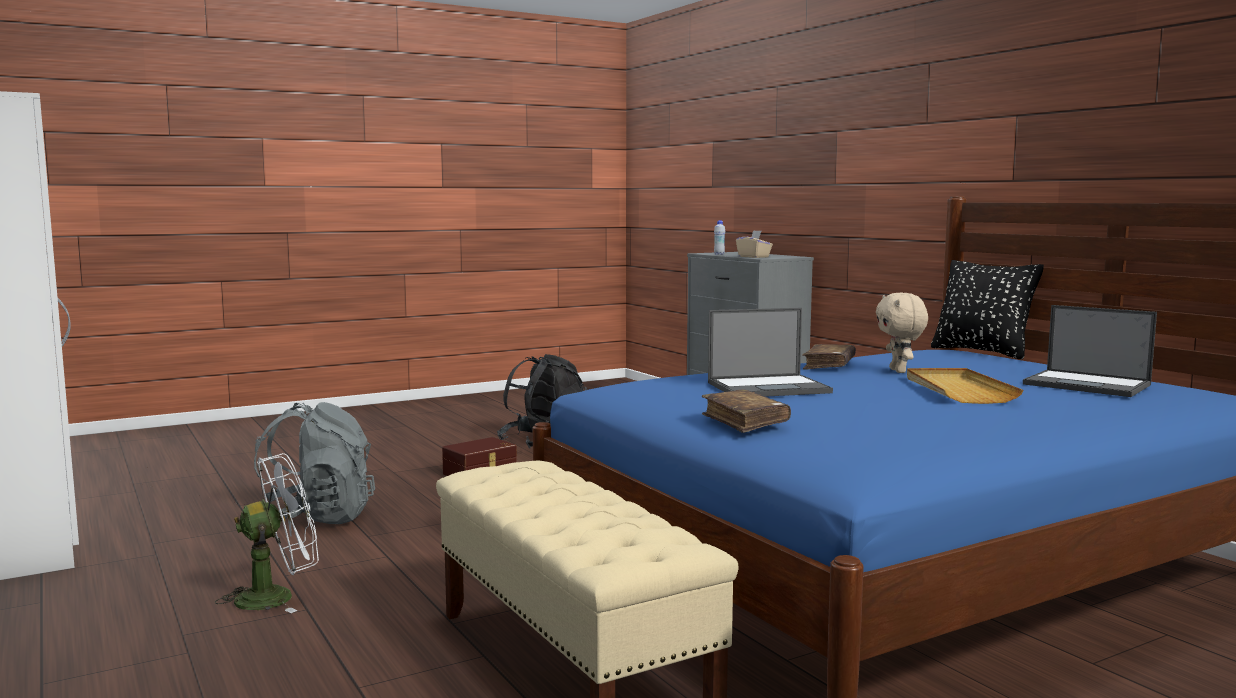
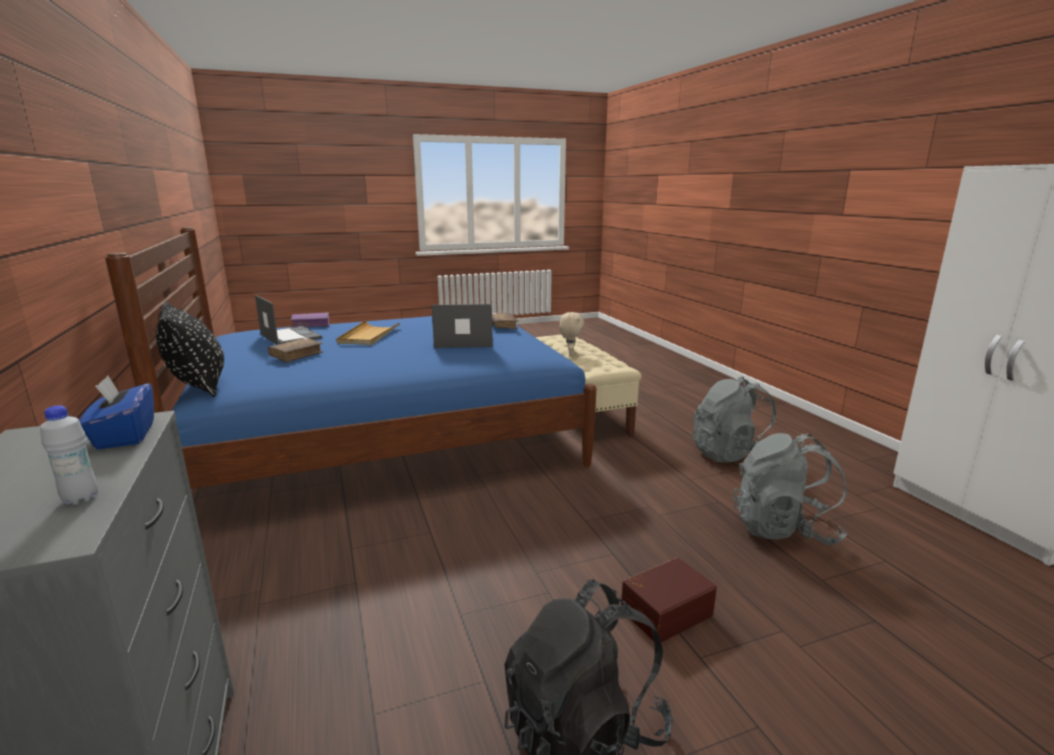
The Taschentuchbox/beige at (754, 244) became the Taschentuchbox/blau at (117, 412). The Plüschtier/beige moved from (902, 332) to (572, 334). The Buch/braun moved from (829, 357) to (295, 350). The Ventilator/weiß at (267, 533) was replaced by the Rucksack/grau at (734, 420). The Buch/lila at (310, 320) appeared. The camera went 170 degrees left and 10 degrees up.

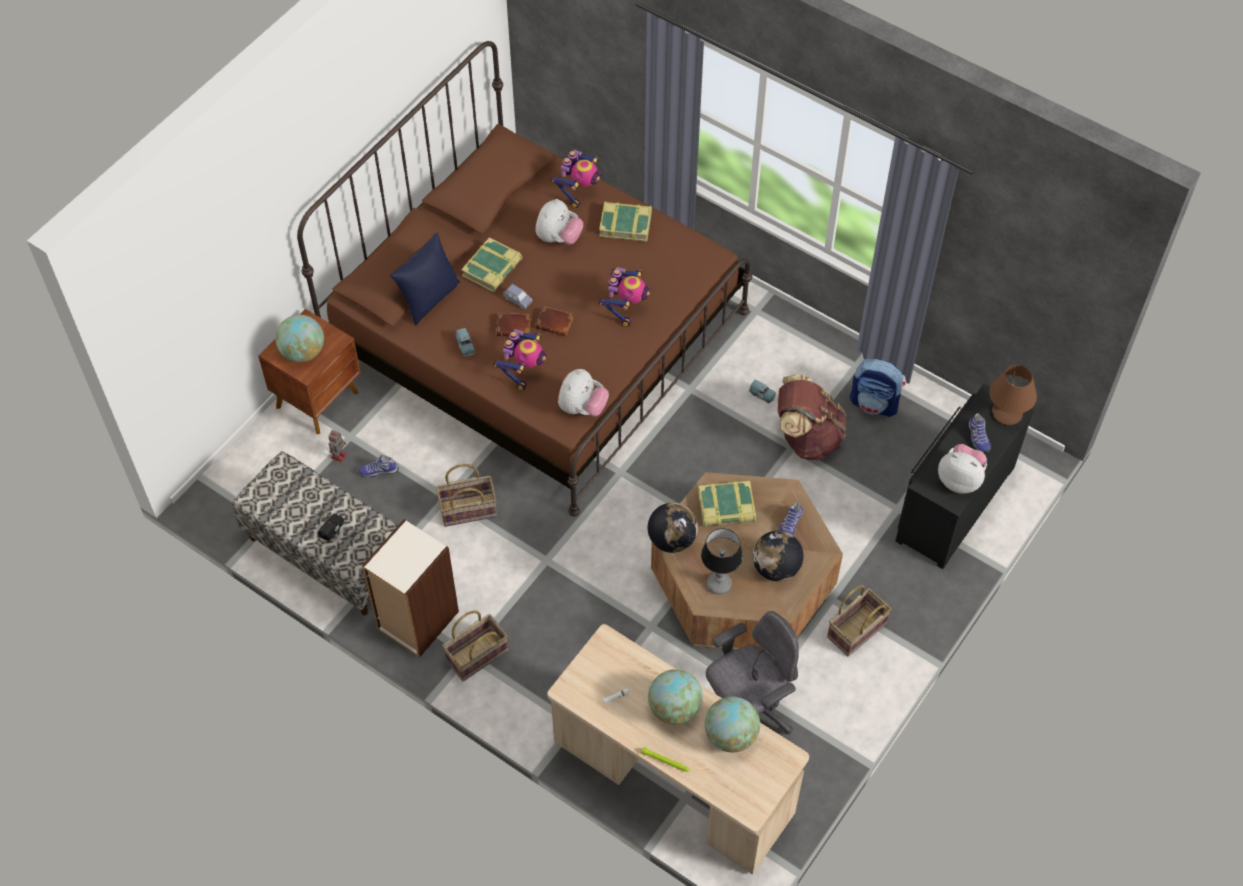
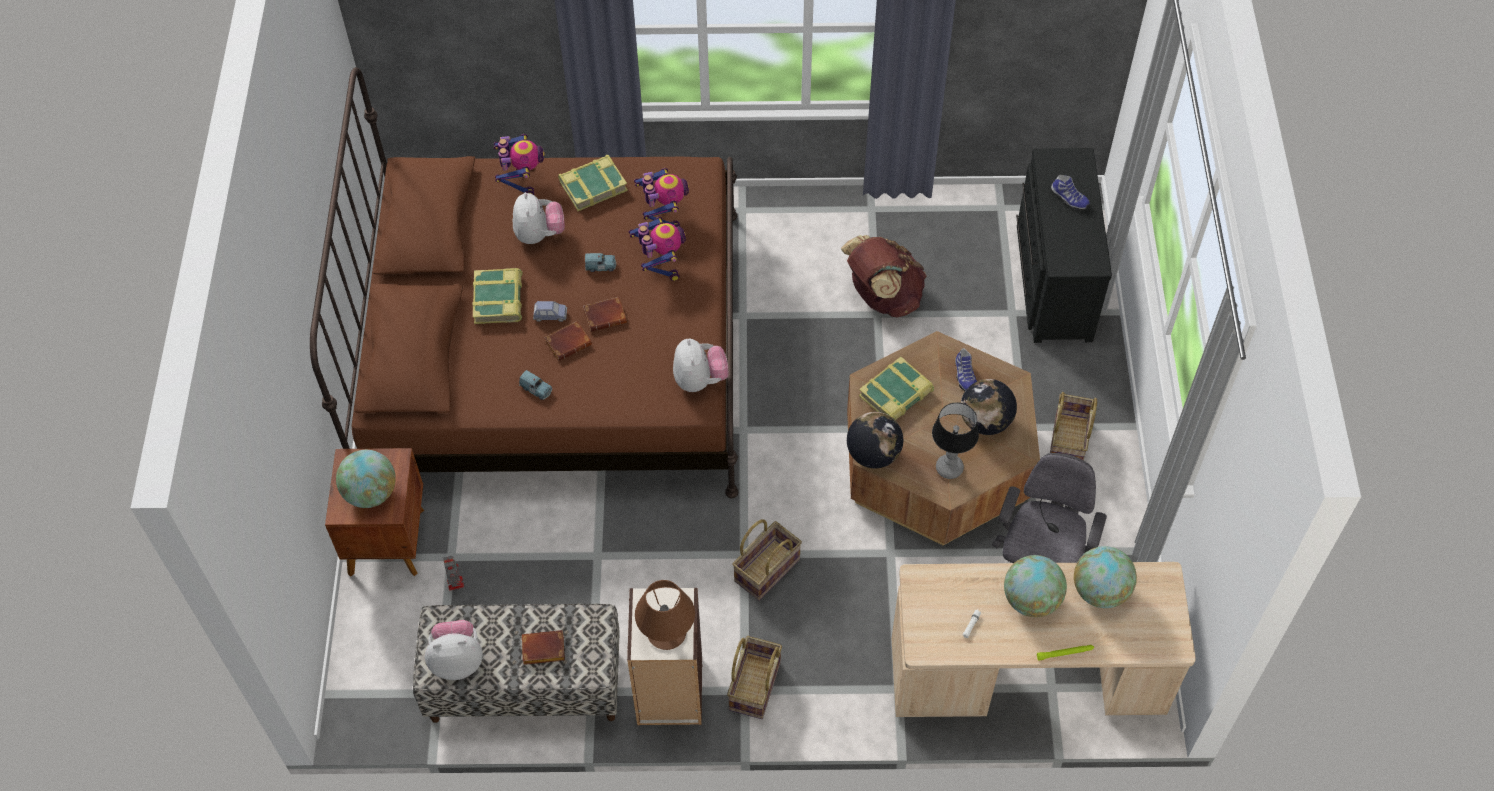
The Kissen/blau at (425, 279) disappeared. The Spielzeugroboter moved from (519, 359) to (661, 197). The Rucksack at (877, 387) disappeared. The Tischlampe/braun moved from (1013, 395) to (665, 615). The Spielzeugauto/blau moved from (762, 391) to (600, 262). The Plüschtier moved from (962, 468) to (454, 650). The Schuh at (379, 466) disappeared. The Korb moved from (466, 495) to (767, 560). The Spielzeugauto/schwarz at (331, 527) was replaced by the Buch/braun at (543, 647). The camera went 35 degrees left and 0 degrees up.

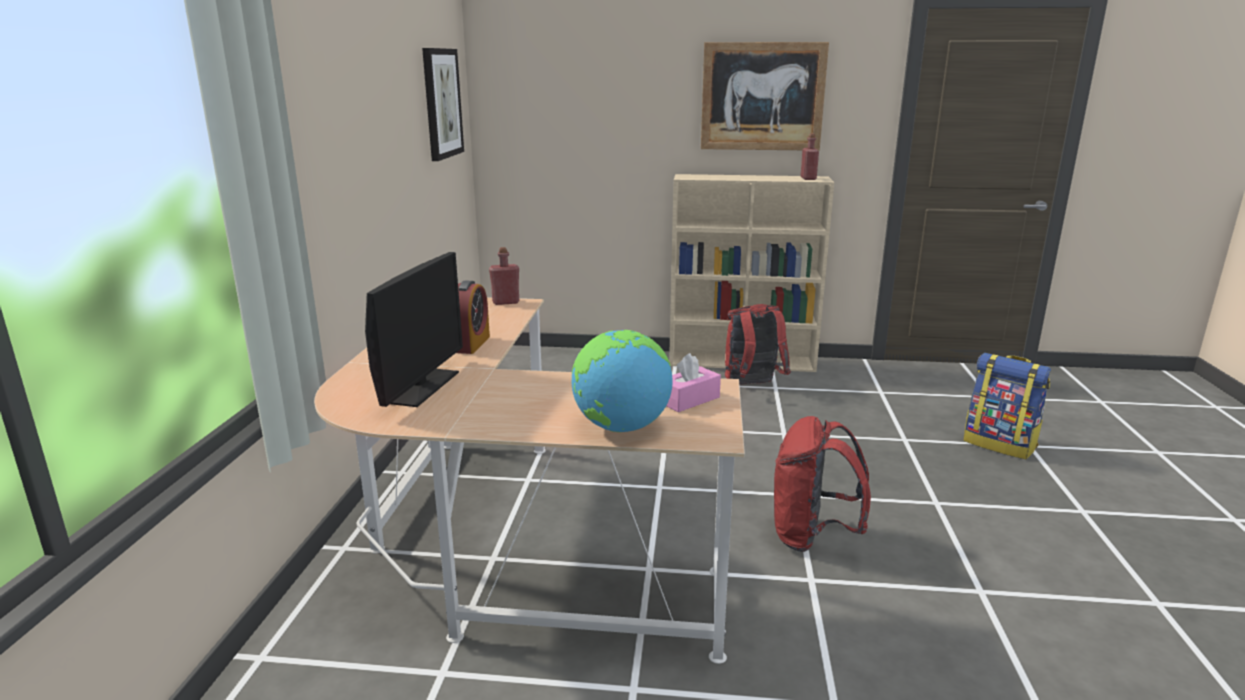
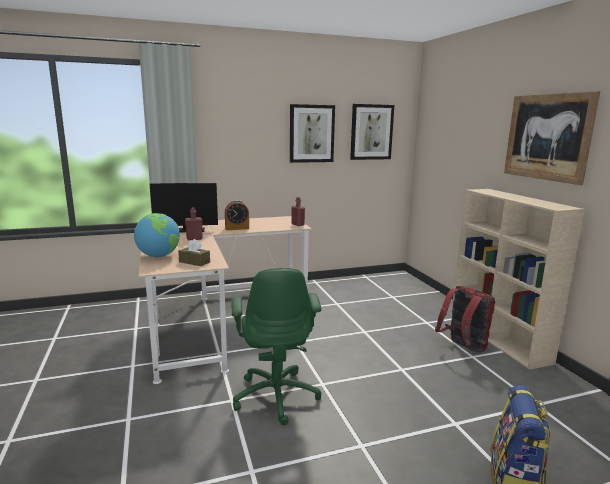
The Flasche/rot moved from (809, 157) to (194, 224). The Taschentuchbox/rosa at (693, 382) became the Taschentuchbox/braun at (194, 252). The Rucksack/rot at (822, 484) was replaced by the Bürostuhl/grün at (277, 346). The Bild at (312, 133) appeared. The camera went 65 degrees right and 5 degrees down.

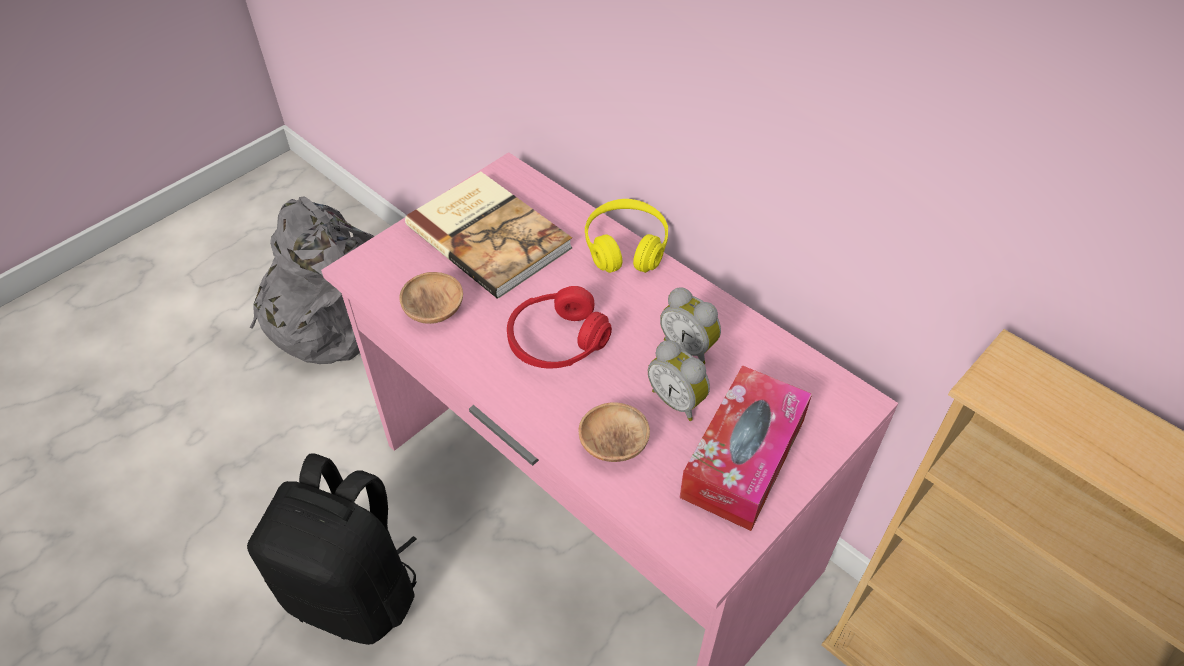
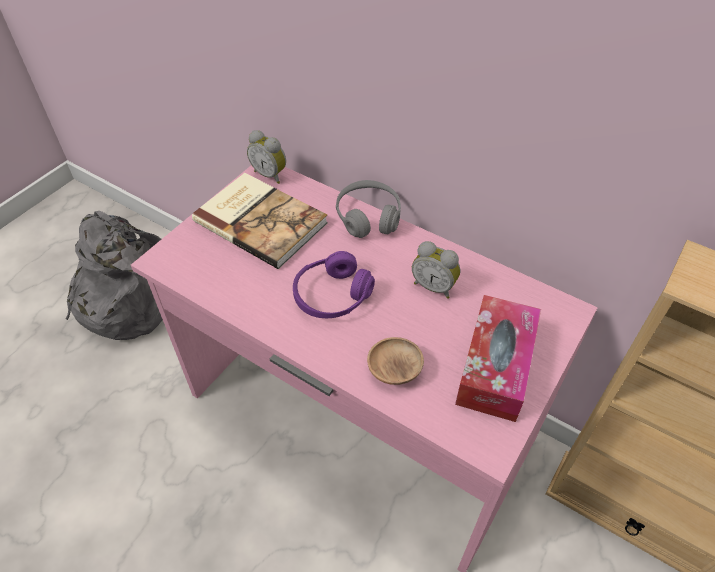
The Kopfhörer/gelb at (626, 236) became the Kopfhörer/grau at (368, 209). The Schüssel/braun at (431, 298) disappeared. The Kopfhörer/rot at (559, 327) became the Kopfhörer/lila at (334, 284). The Wecker moved from (679, 380) to (266, 157). The Rucksack/schwarz at (332, 549) disappeared. The camera went 10 degrees left and 0 degrees up.

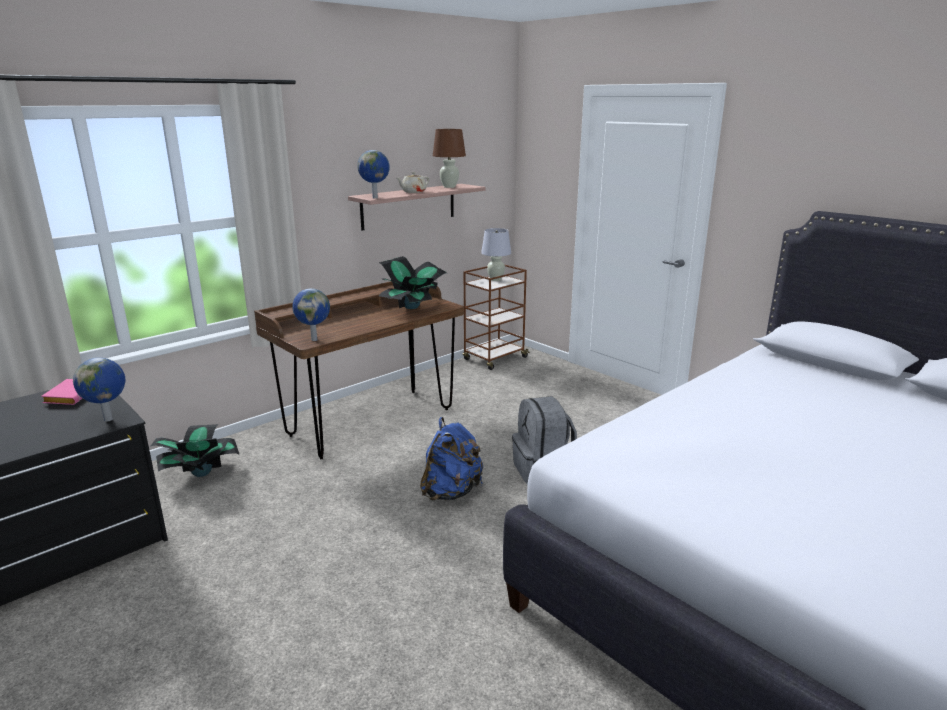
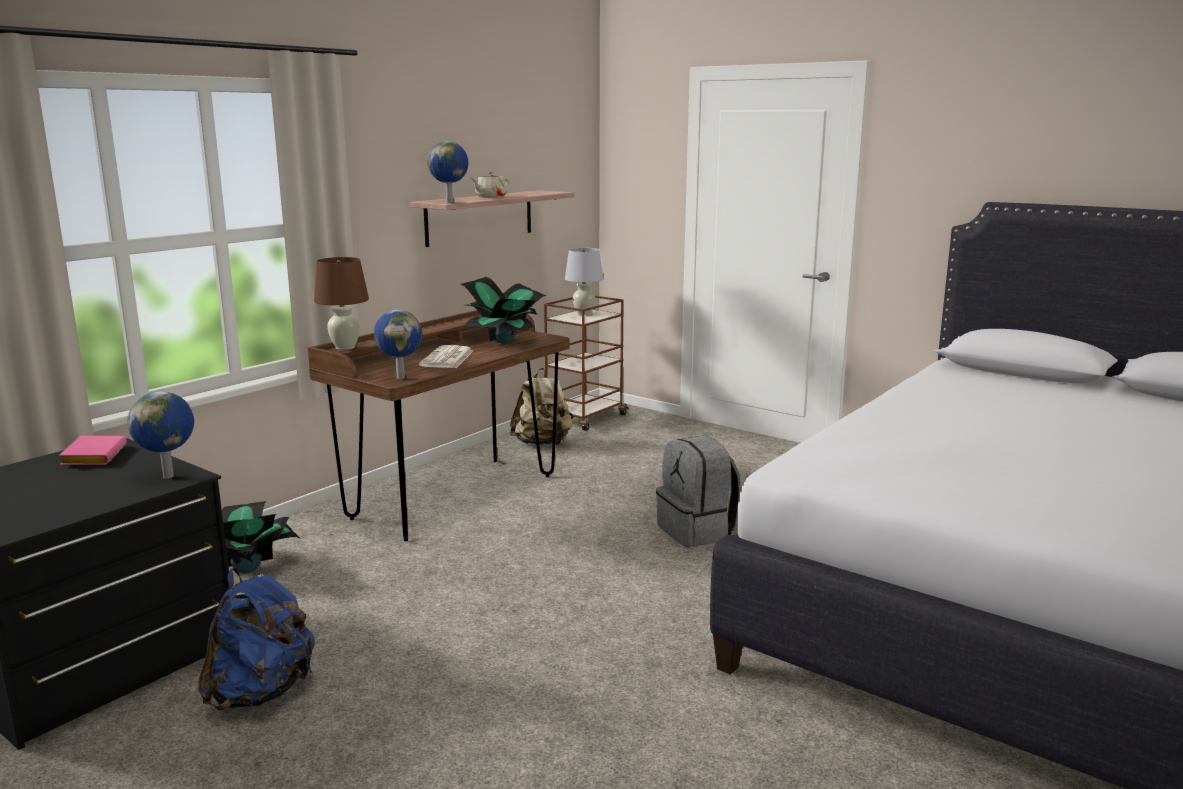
The Tischlampe/braun moved from (449, 158) to (341, 303). The Rucksack/blau moved from (451, 458) to (256, 638). The Zeitung at (446, 356) appeared. The Rucksack/beige at (541, 406) appeared. The camera went 10 degrees left and 5 degrees down.

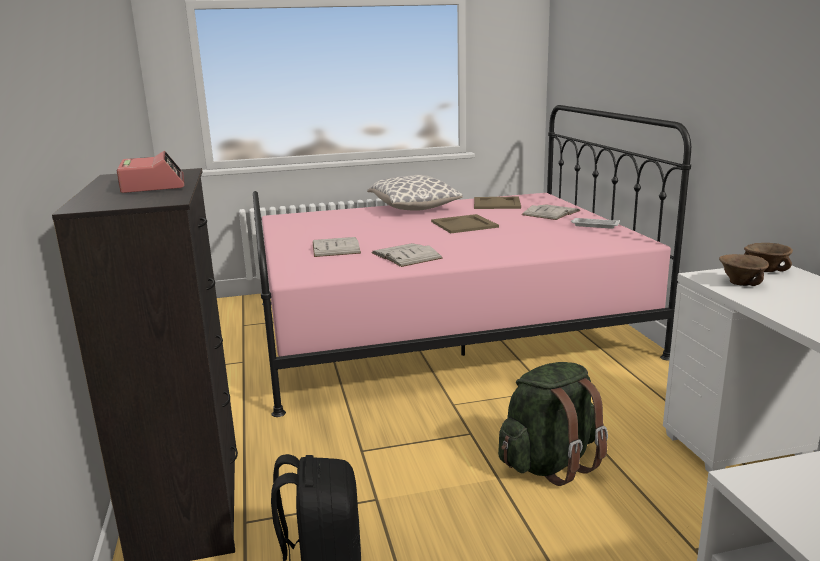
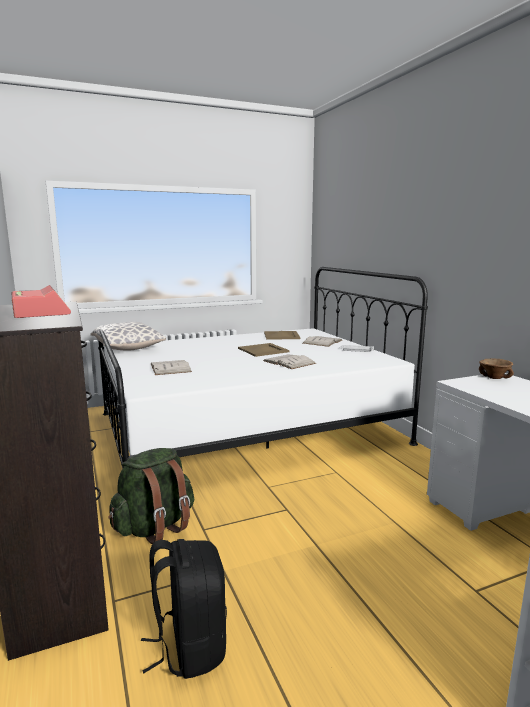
The Bett/rosa at (472, 261) became the Bett/weiß at (263, 368). The Kissen moved from (414, 193) to (128, 336). The Buch/weiß moved from (407, 255) to (289, 361). The Schüssel/braun at (744, 270) disappeared. The Rucksack/grün moved from (553, 424) to (151, 496). The camera went 10 degrees left and 5 degrees down.

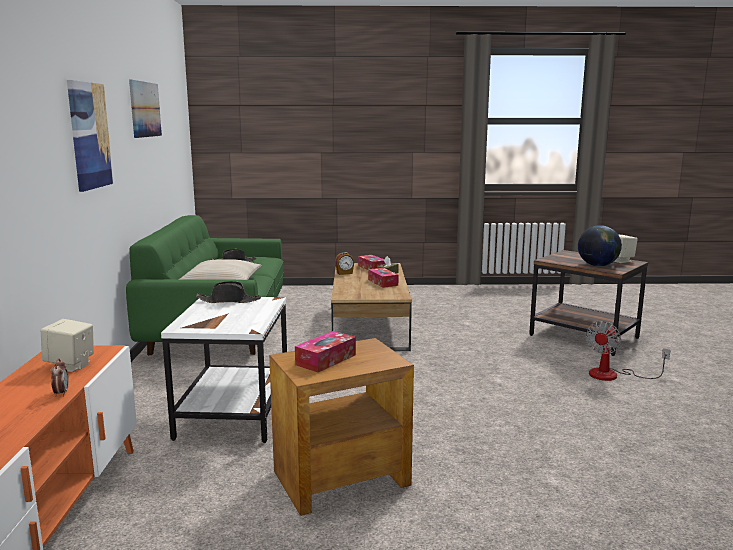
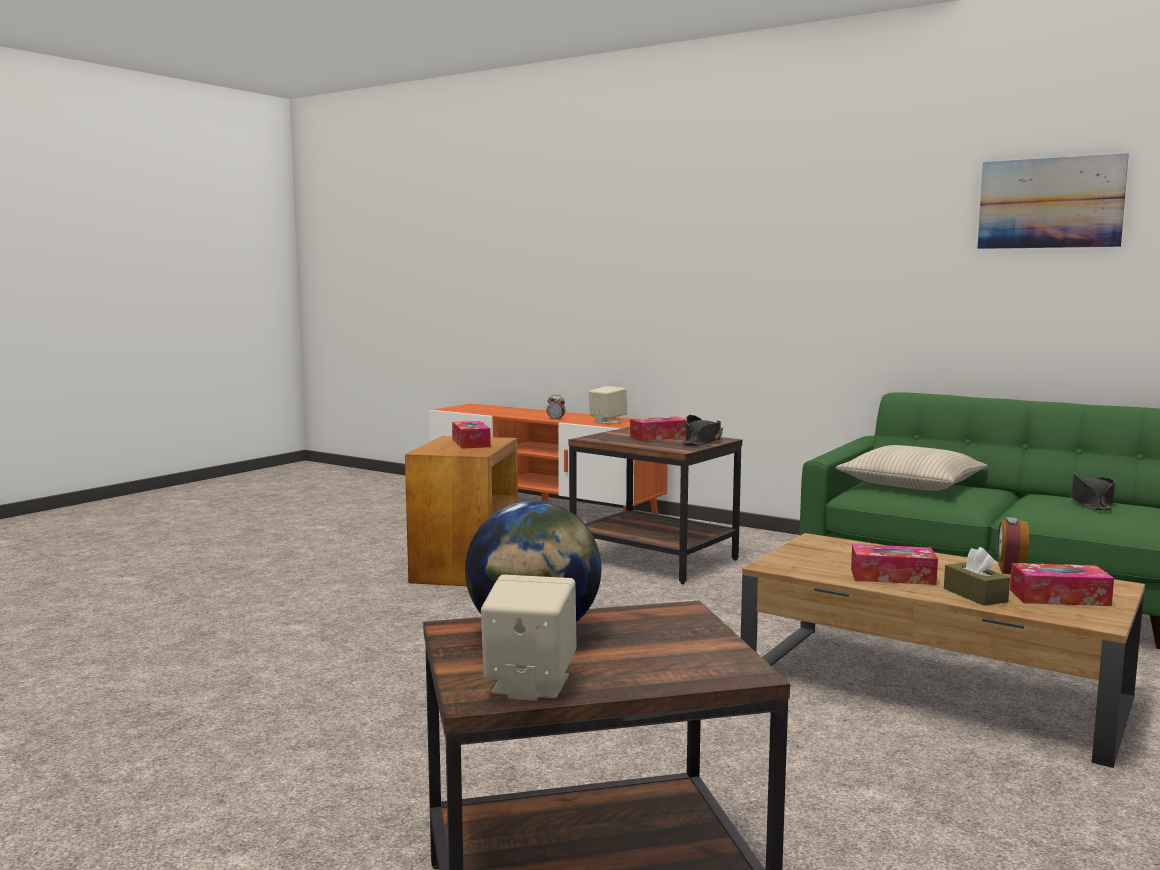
The Bild at (90, 136) disappeared. The Beistelltisch/weiß at (224, 370) became the Beistelltisch/braun at (655, 505). The Ventilator at (628, 351) disappeared. The Taschentuchbox at (658, 428) appeared. The camera went 125 degrees right and 5 degrees down.

